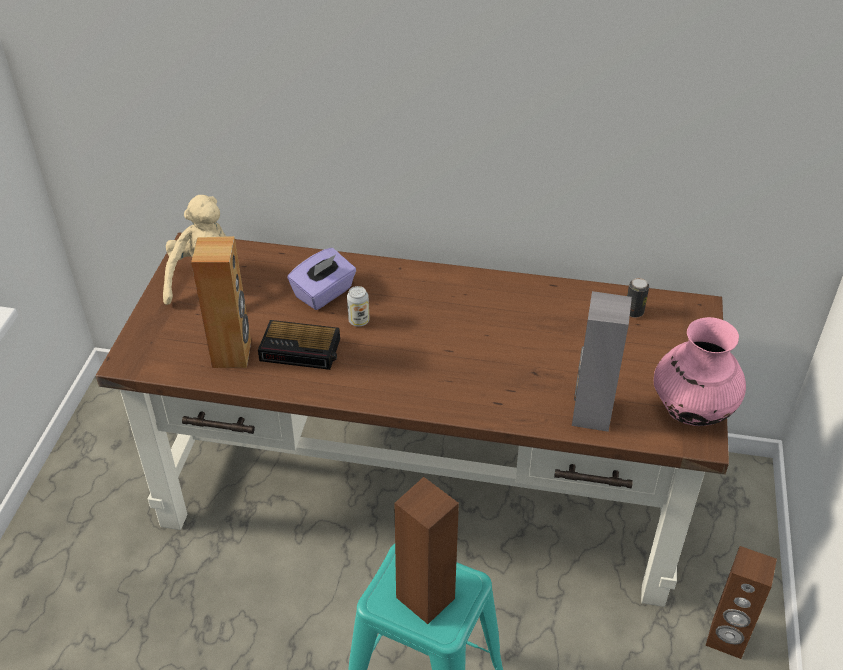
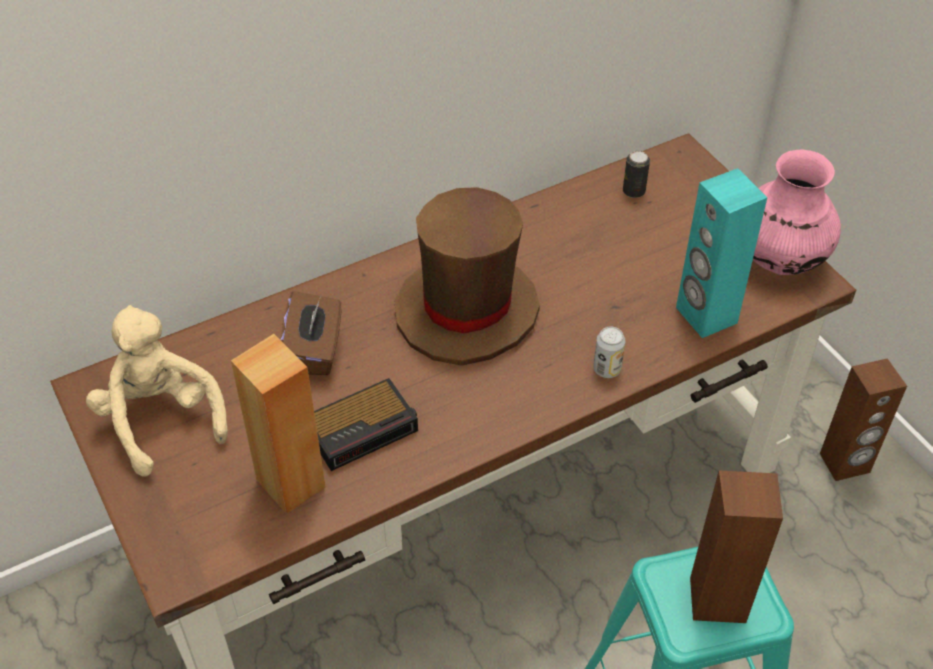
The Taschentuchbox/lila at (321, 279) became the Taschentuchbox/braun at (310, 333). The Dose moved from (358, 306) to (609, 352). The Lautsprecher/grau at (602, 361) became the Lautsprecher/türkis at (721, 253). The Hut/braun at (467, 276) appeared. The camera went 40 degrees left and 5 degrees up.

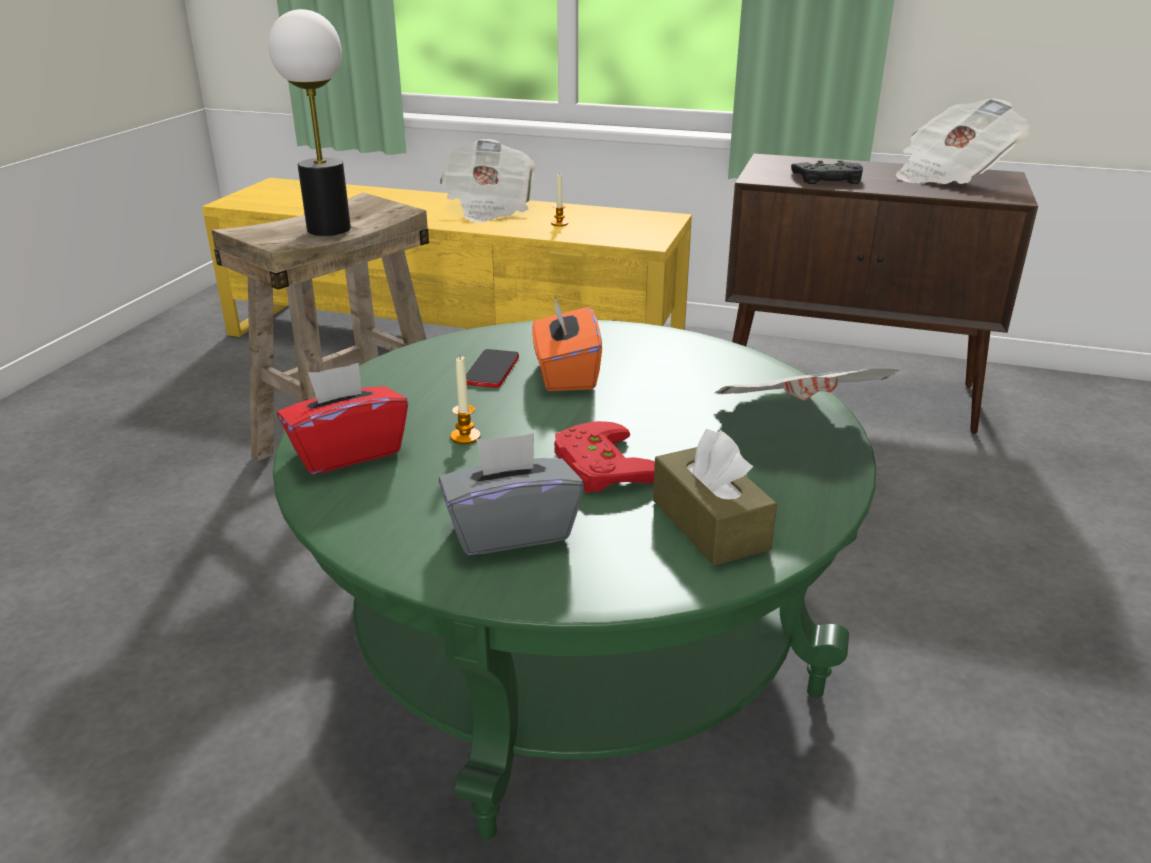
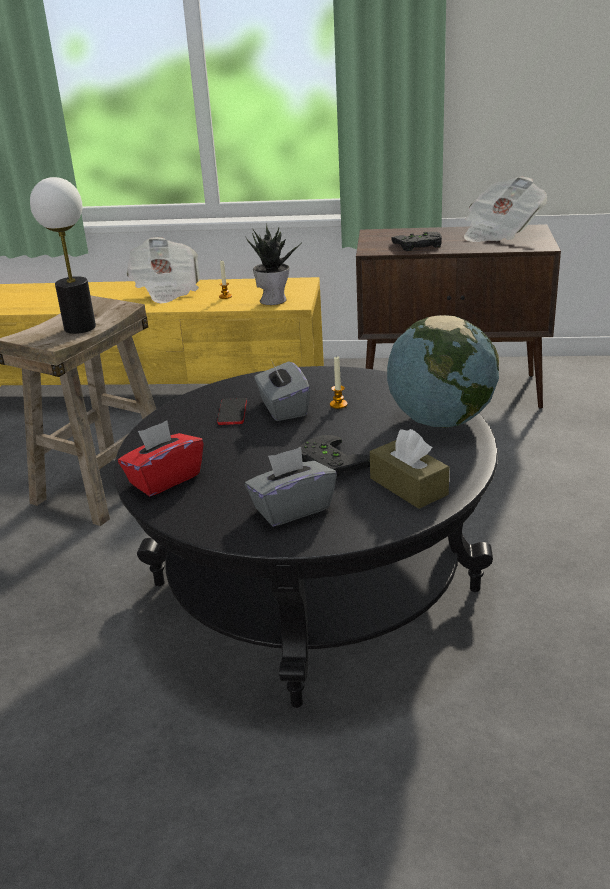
The Taschentuchbox/orange at (567, 343) became the Taschentuchbox/grau at (282, 390). The Couchtisch/grün at (575, 580) became the Couchtisch/schwarz at (305, 537). The Kerze moved from (465, 400) to (339, 382). The Zeitung at (808, 385) was replaced by the Globus at (443, 371). The Gamepad/rot at (604, 457) became the Gamepad/schwarz at (334, 456). The Topfpflanze at (273, 264) appeared. The camera went 10 degrees left and 0 degrees up.

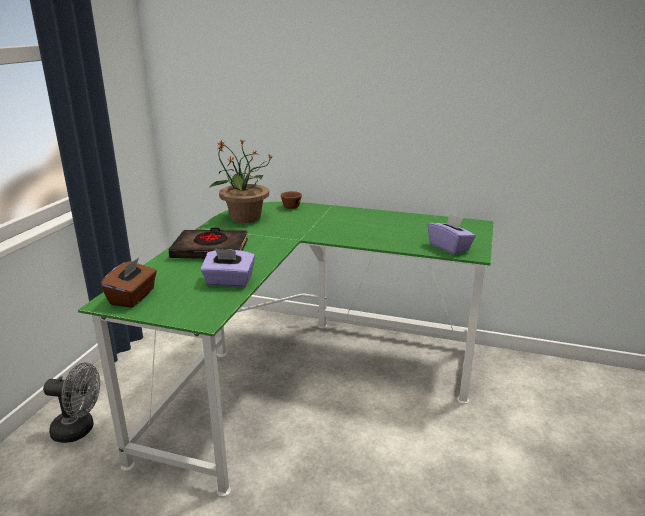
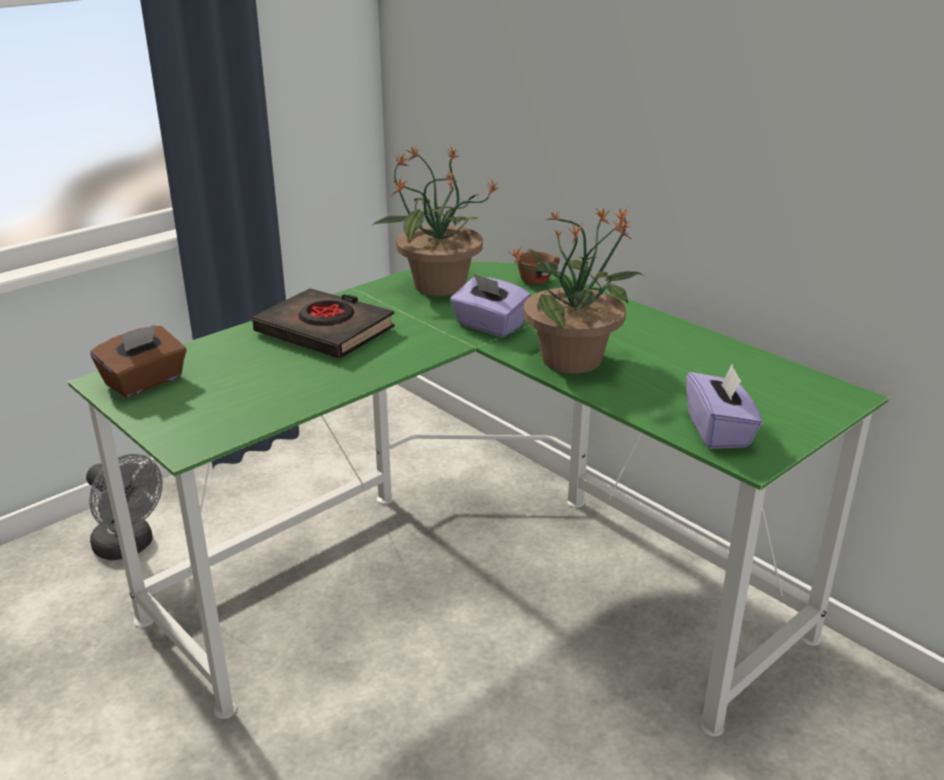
The Taschentuchbox/lila moved from (227, 267) to (490, 305). The Topfpflanze at (576, 290) appeared. The camera went 30 degrees right and 5 degrees up.

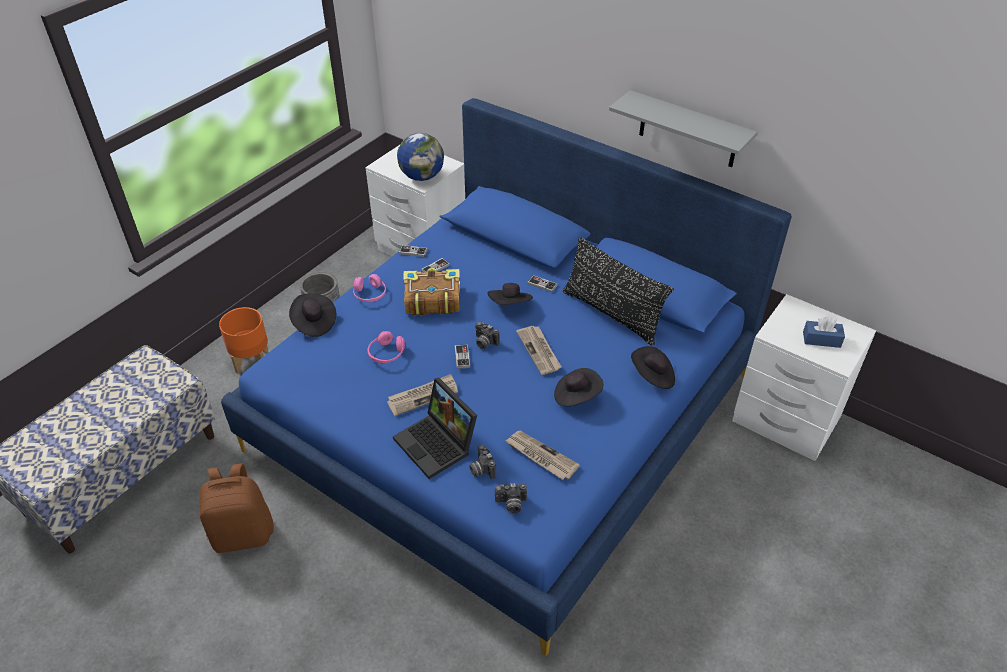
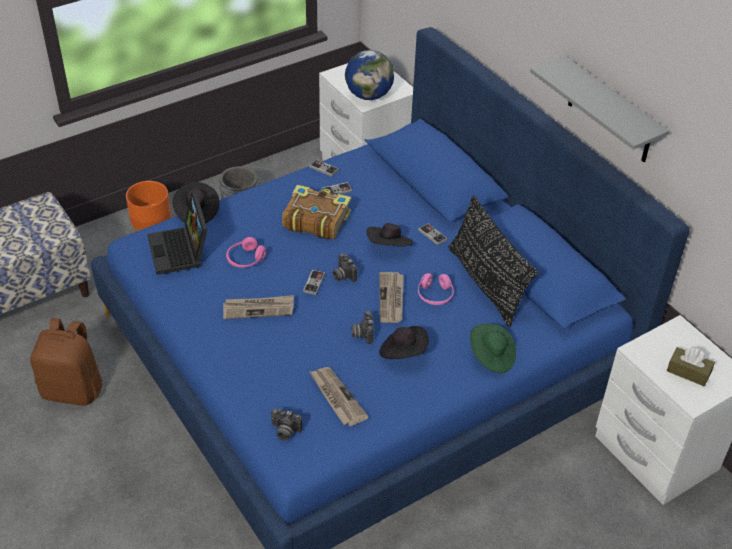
The Kopfhörer/rosa moved from (369, 288) to (436, 289). The Taschentuchbox/blau at (824, 332) became the Taschentuchbox/braun at (691, 366). The Hut/schwarz at (653, 367) became the Hut/grün at (493, 348). The Laptop moved from (435, 428) to (177, 233). The Kamera moved from (482, 462) to (362, 327). The camera went 20 degrees right and 0 degrees up.

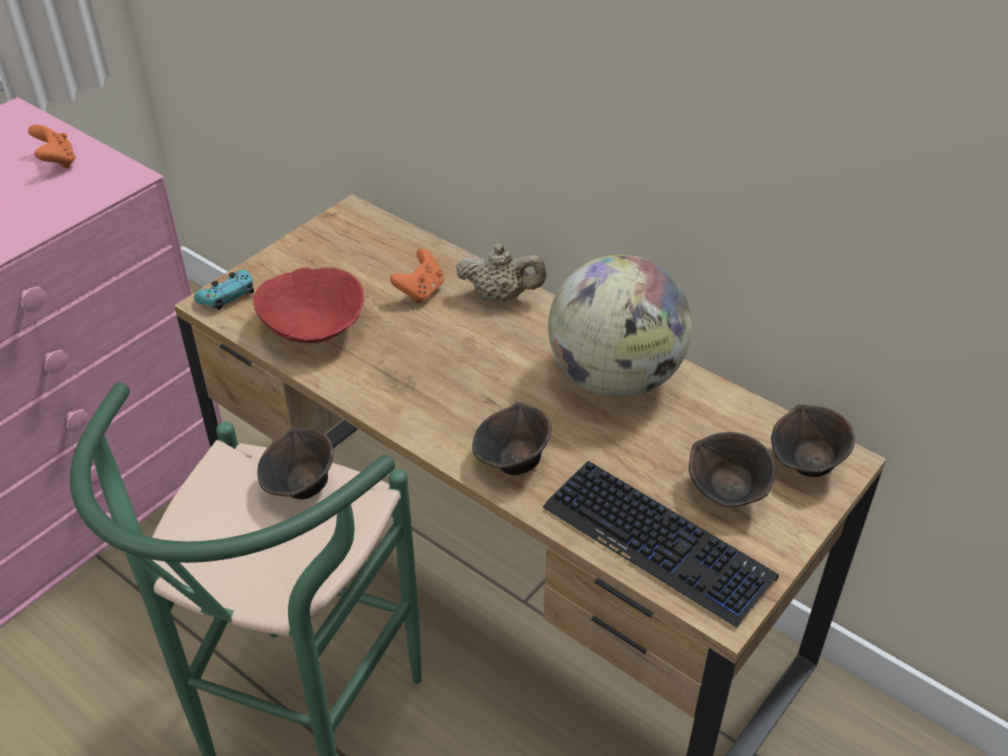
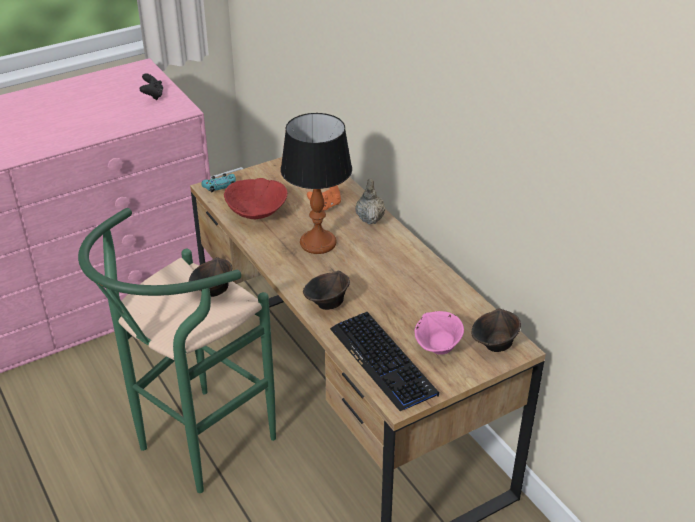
The Gamepad/orange at (52, 146) became the Gamepad/schwarz at (151, 86). The Teekanne/beige at (501, 273) turned 120 degrees counterclockwise. The Globus at (620, 326) disappeared. The Schüssel/braun at (732, 469) became the Schüssel/rosa at (439, 333). The Tischlampe at (316, 183) appeared. The camera went 20 degrees right and 5 degrees down.

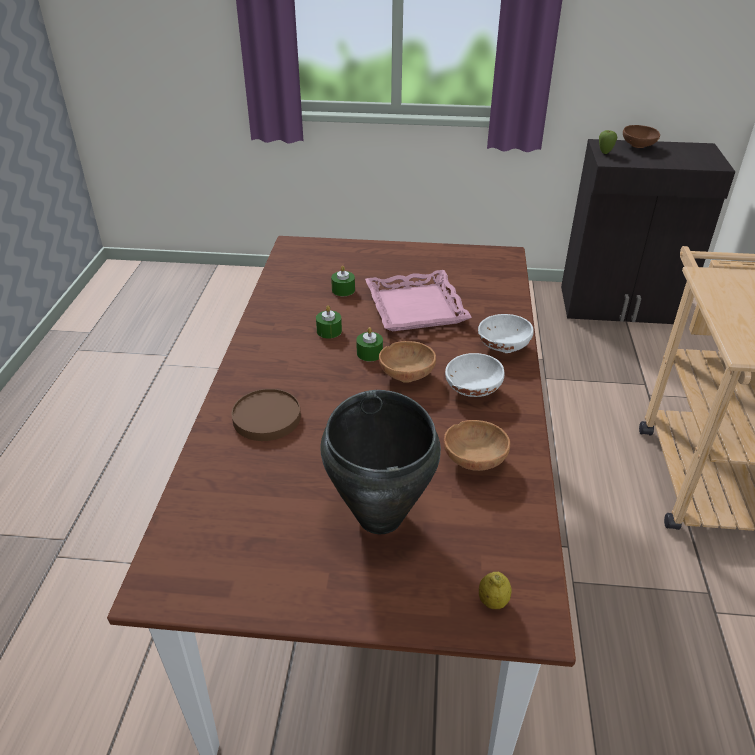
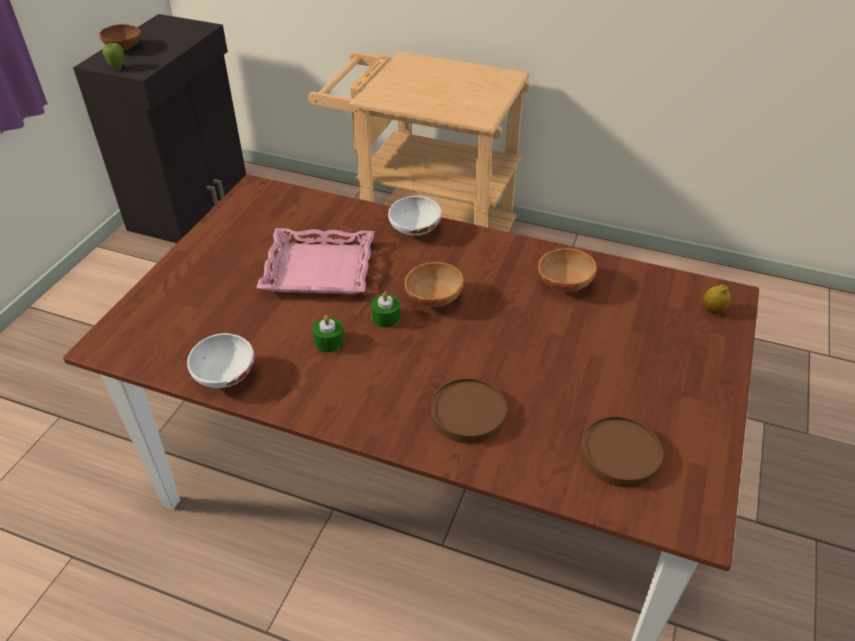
The Kerze/grün at (343, 281) disappeared. The Schüssel/weiß moved from (475, 375) to (220, 360). The Kochtopf/schwarz at (380, 462) disappeared. The Teller/braun at (621, 451) appeared. The camera went 75 degrees left and 5 degrees up.

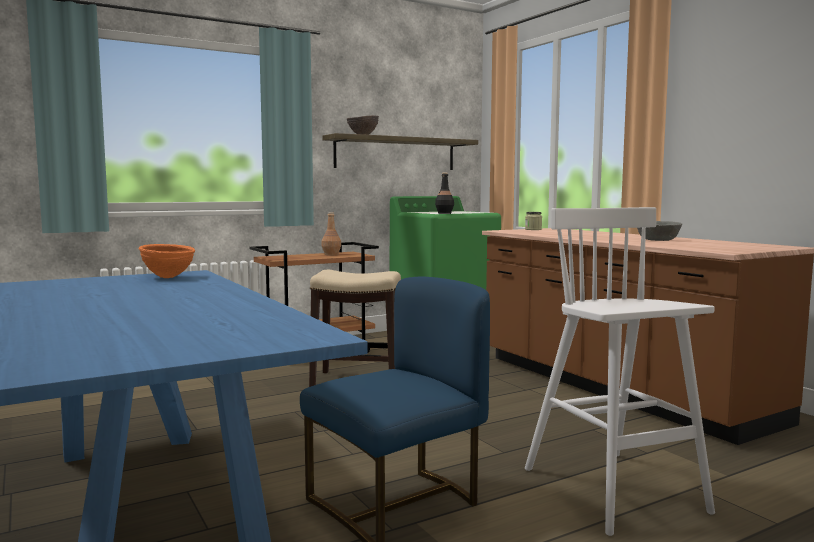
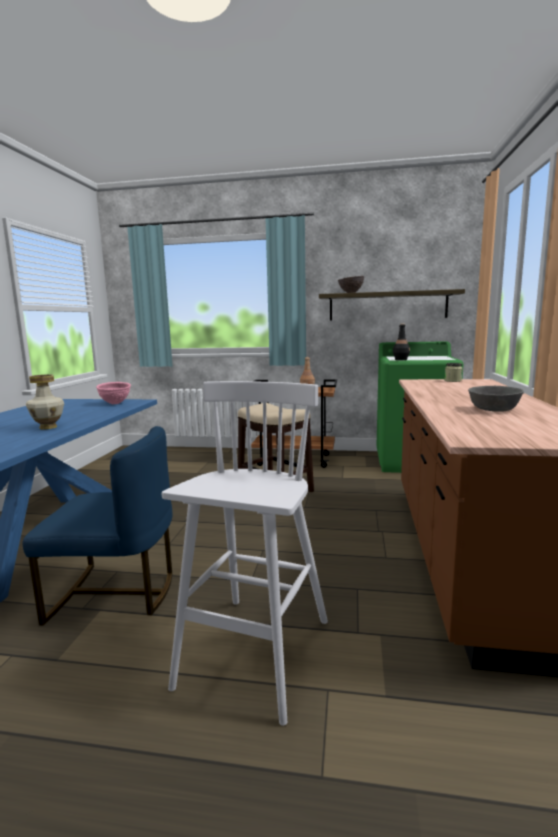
The Schüssel/orange at (167, 261) became the Schüssel/rosa at (113, 393). The Vase at (45, 402) appeared. The camera went 40 degrees right and 5 degrees up.

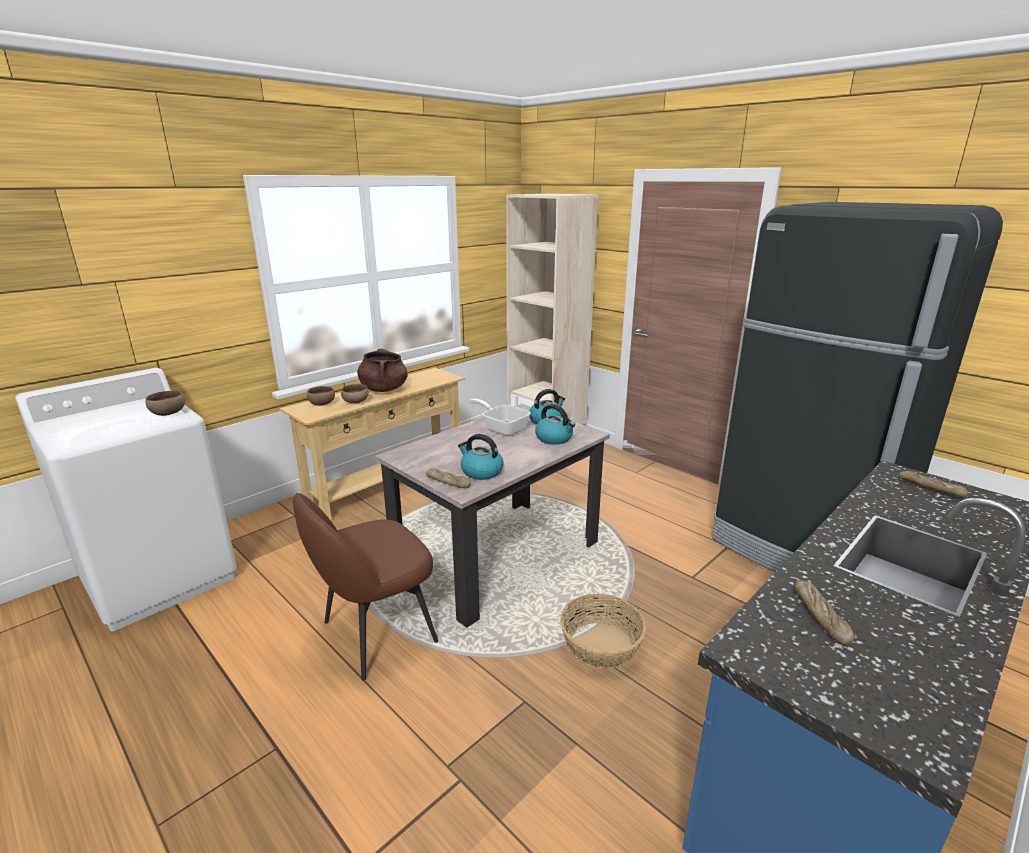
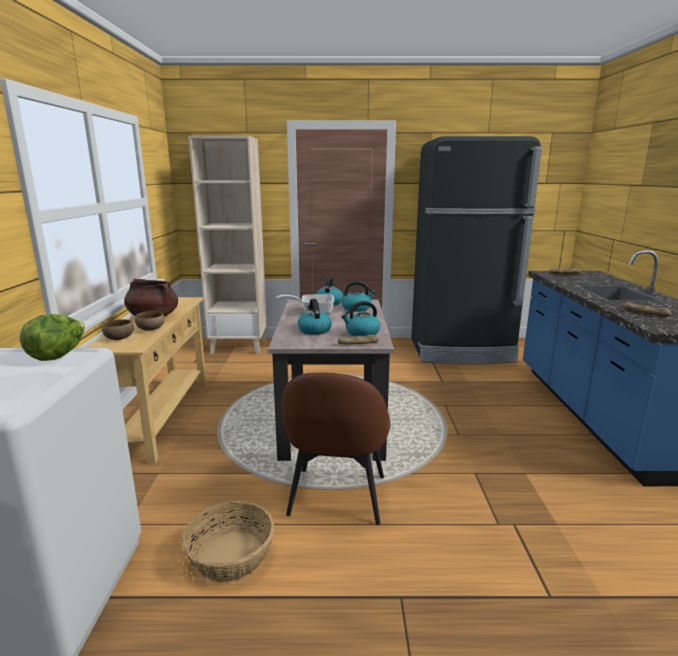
The Schüssel/braun at (165, 403) was replaced by the Salatkopf at (52, 337). The Korb moved from (603, 631) to (228, 542). The Wasserkessel at (315, 317) appeared. The camera went 45 degrees left and 5 degrees down.

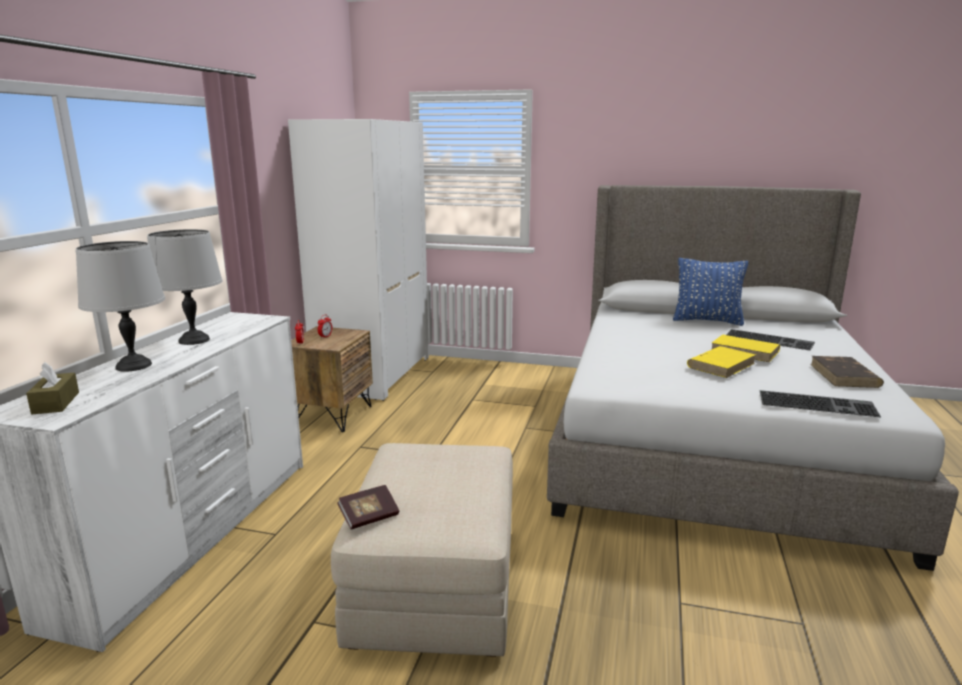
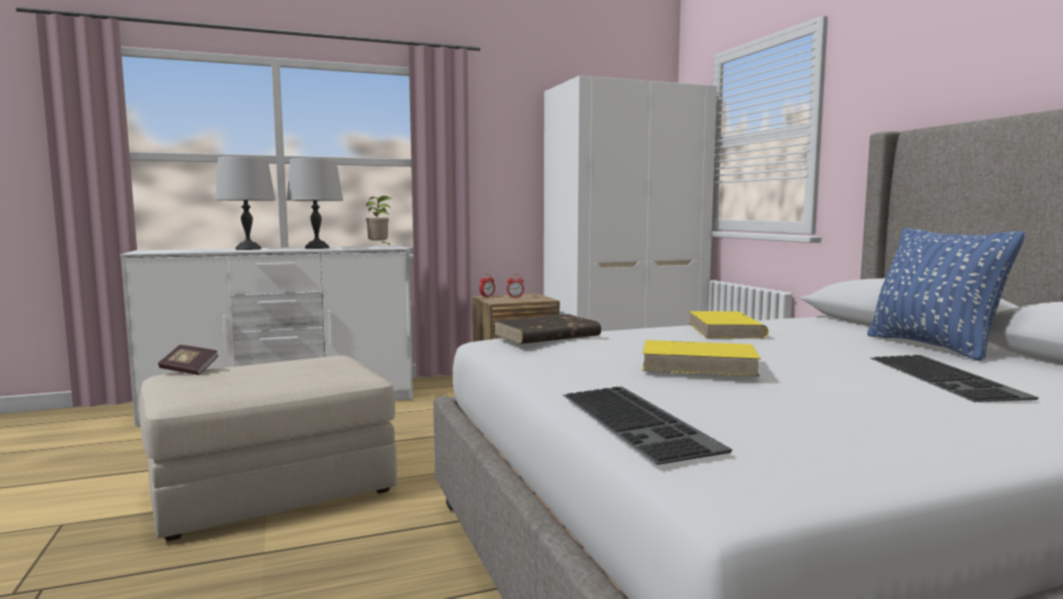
The Buch/gelb moved from (746, 348) to (729, 325). The Buch/braun moved from (847, 372) to (547, 329). The Taschentuchbox/braun at (52, 388) disappeared. The Topfpflanze at (379, 221) appeared. The camera went 55 degrees right and 10 degrees down.

